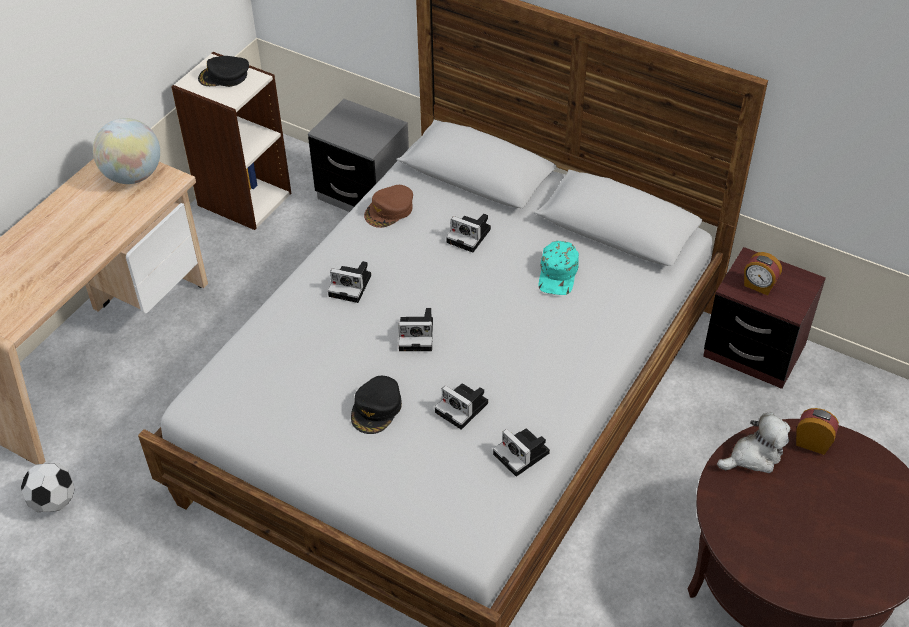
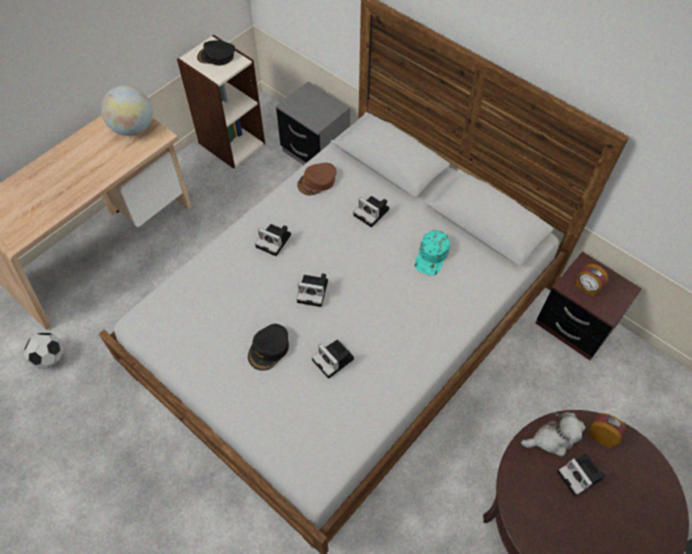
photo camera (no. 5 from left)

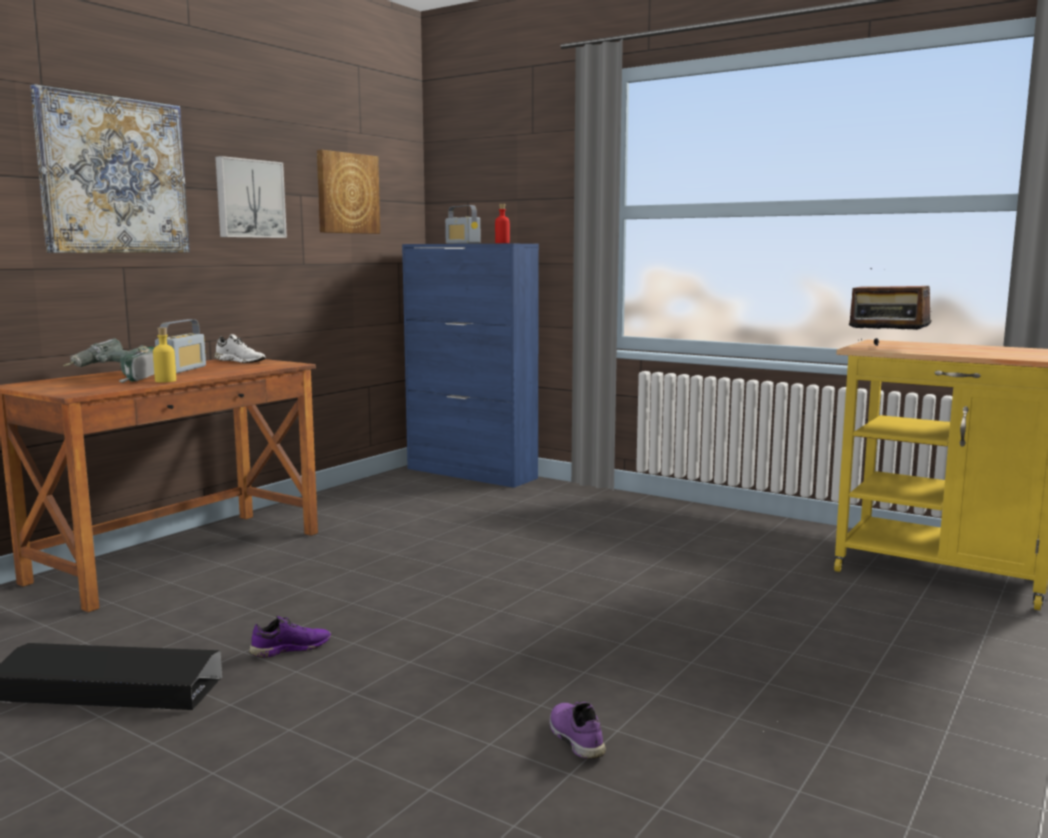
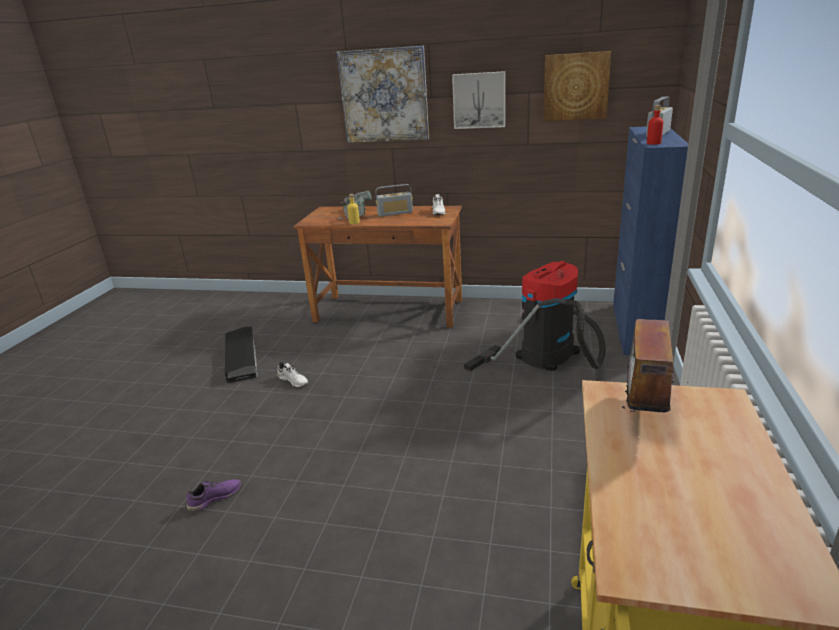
white shoe (no. 1 from left)
vacuum cleaner

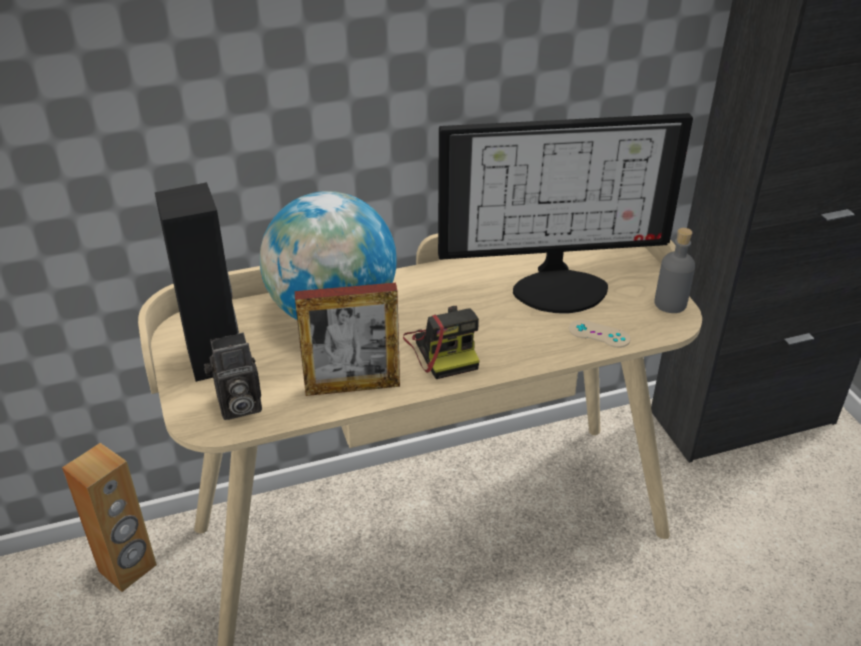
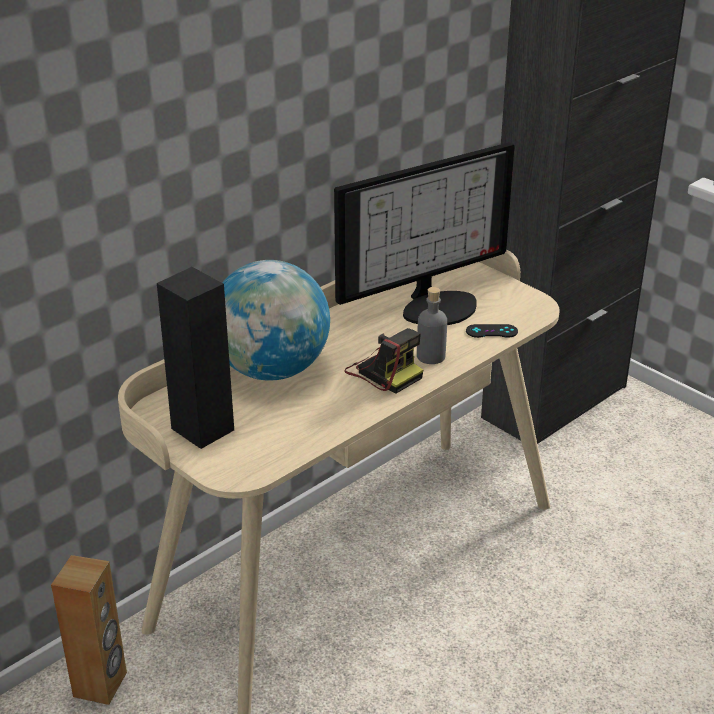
photo camera (no. 1 from left in the first image)
picture frame
black game controller
grey bottle

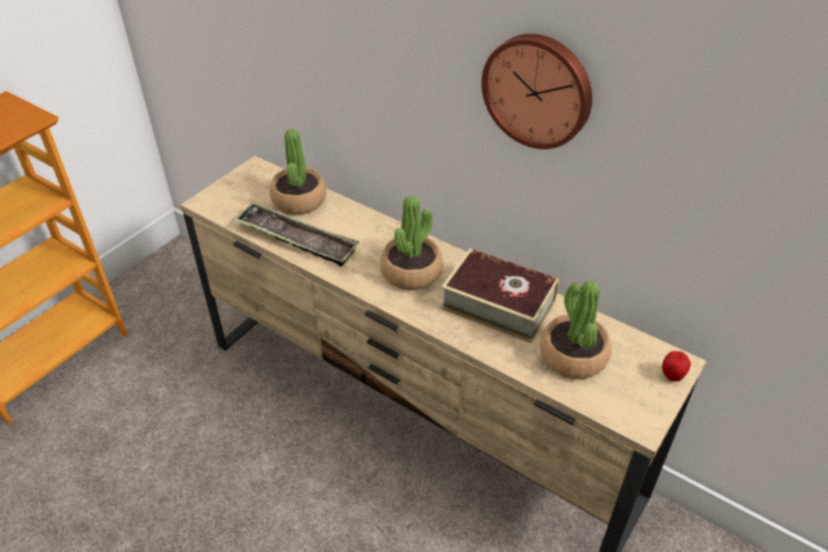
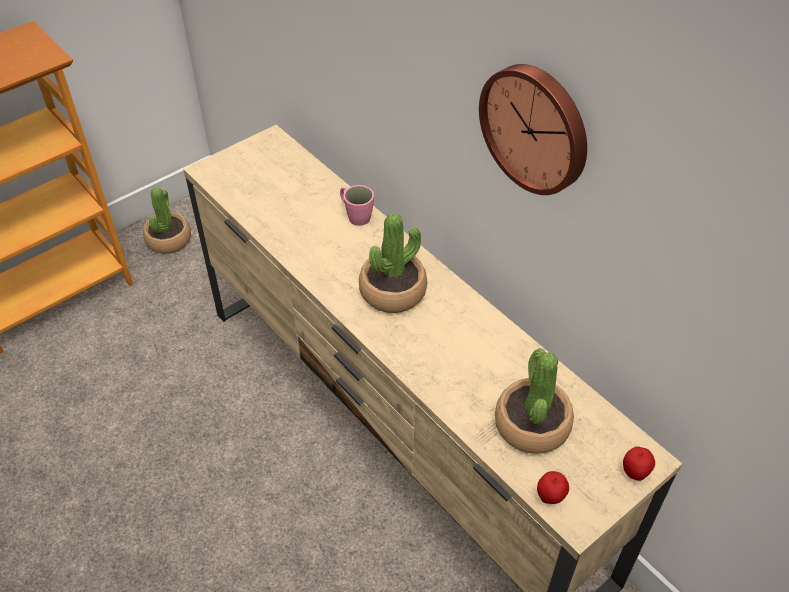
tray
potted plant (no. 1 from left)
book
pink mug
apple (no. 1 from left)

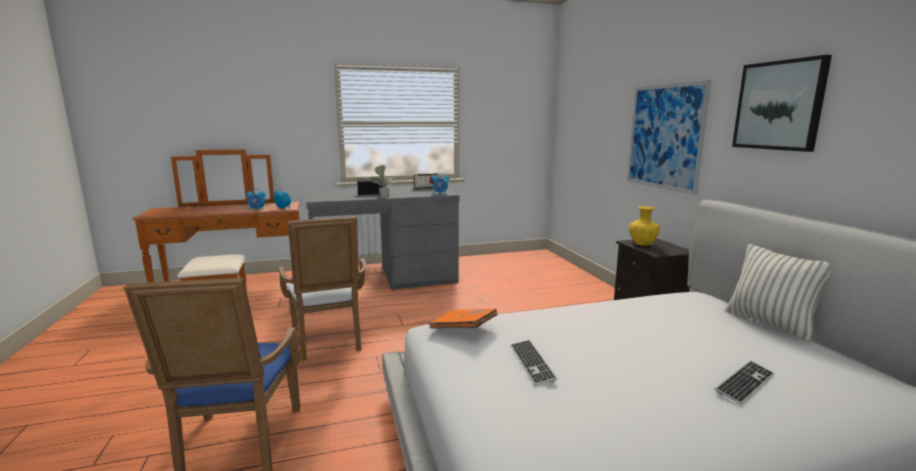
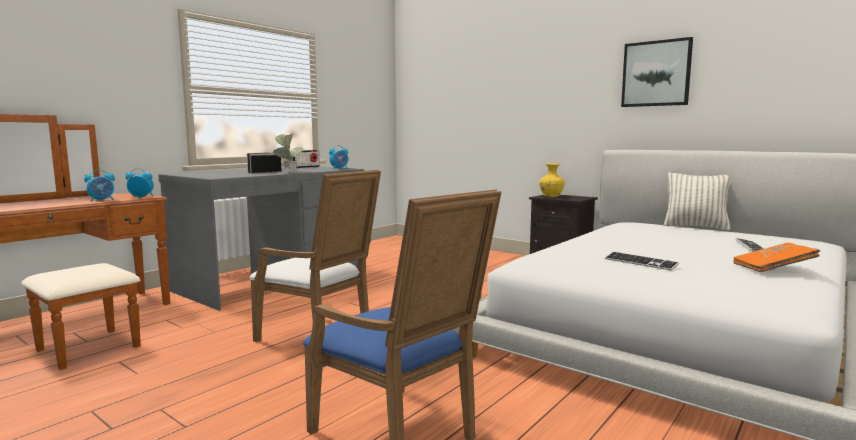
orange book
picture (no. 1 from left in the first image)

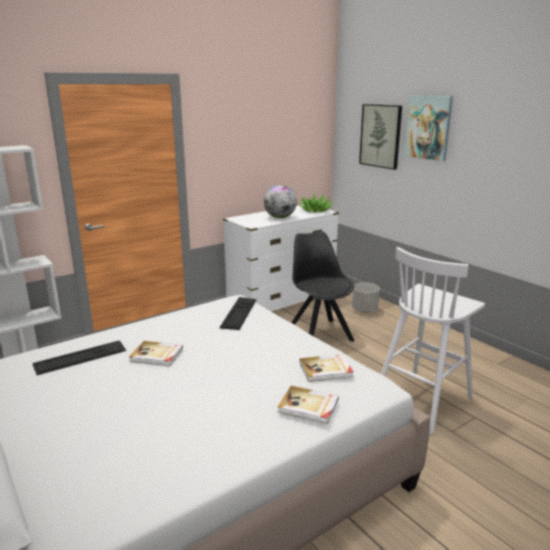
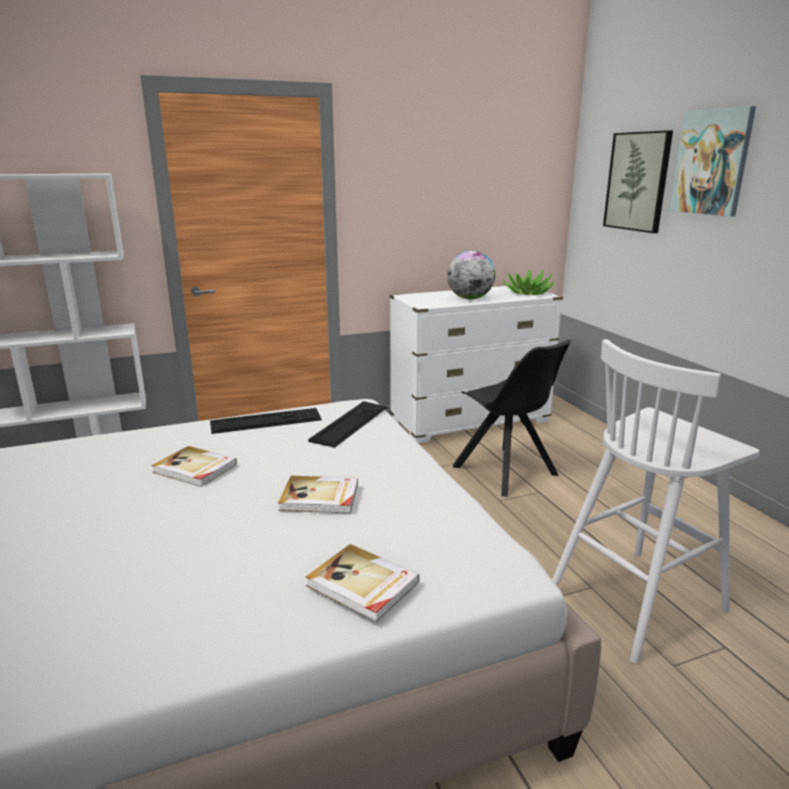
keyboard (no. 1 from left)
black chair
book (no. 2 from left)
grey planter

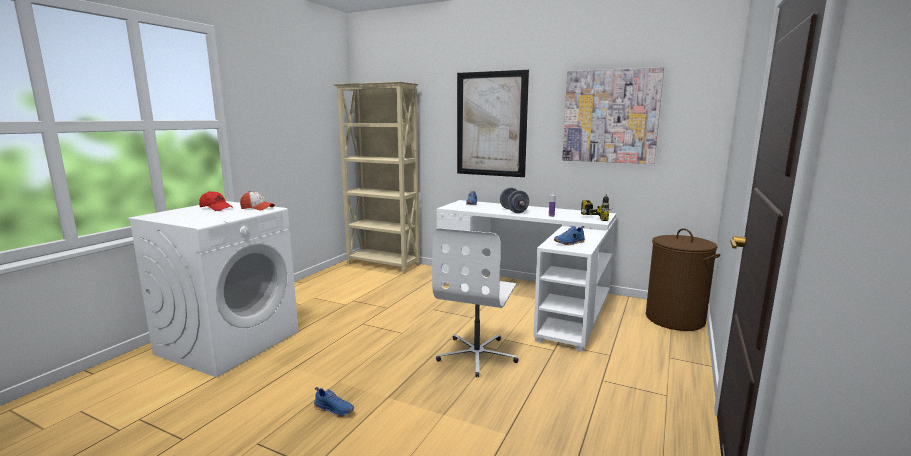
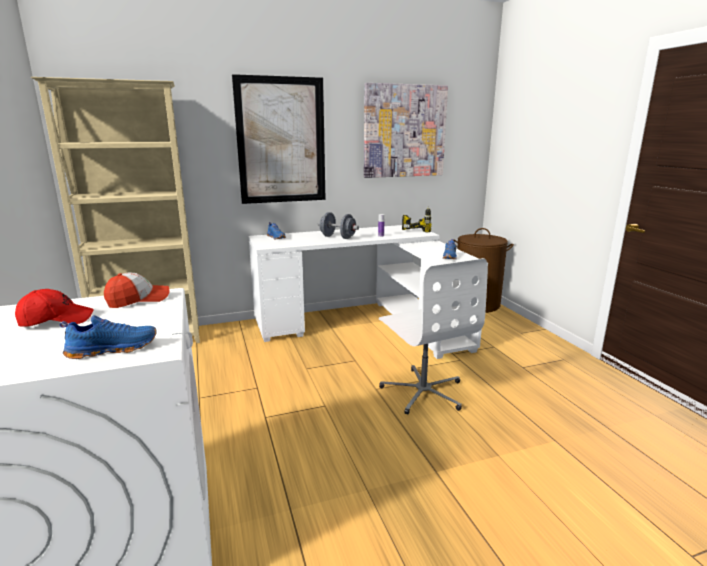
blue shoe (no. 1 from left)

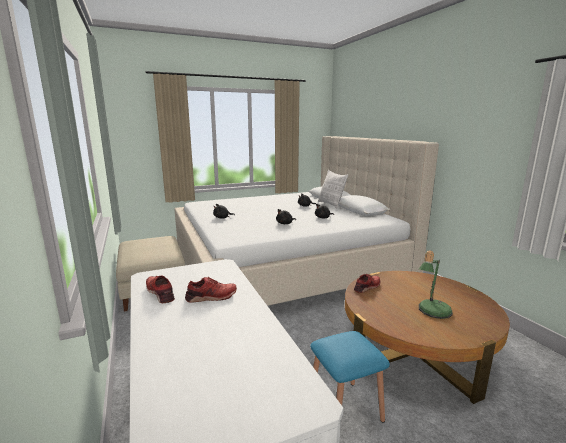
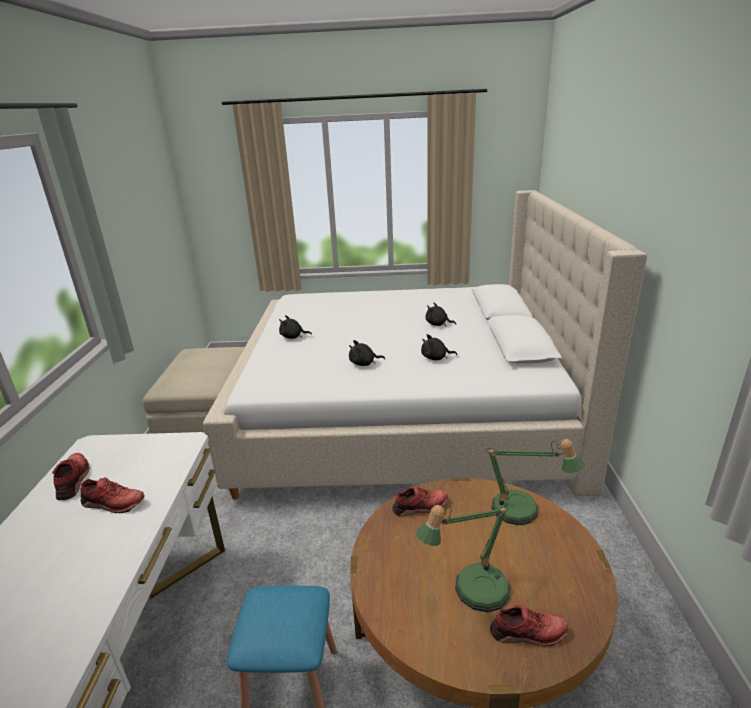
pillow
table lamp (no. 2 from left)
red shoe (no. 4 from left)

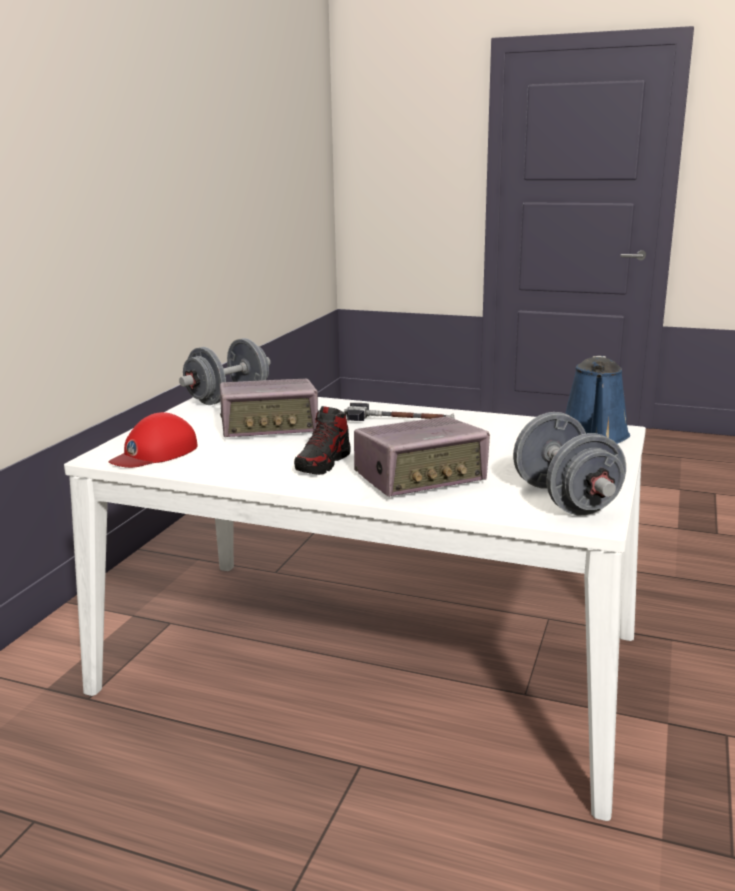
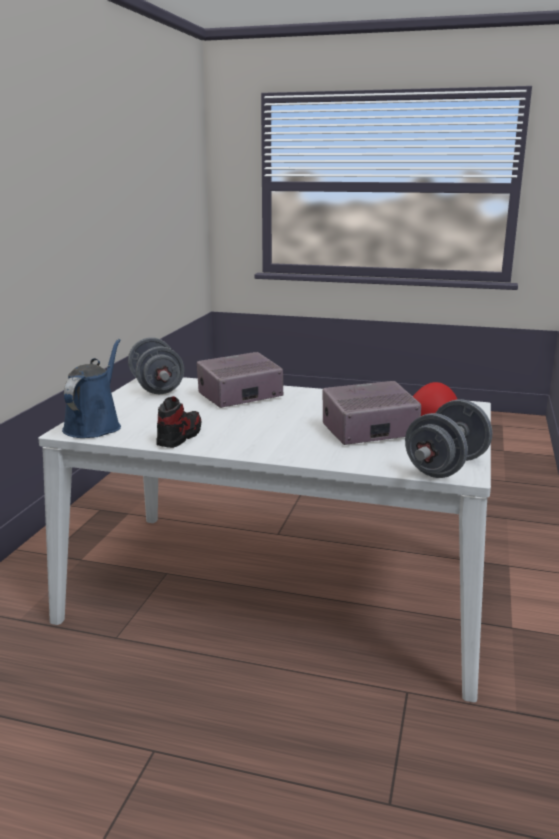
shoe
hammer

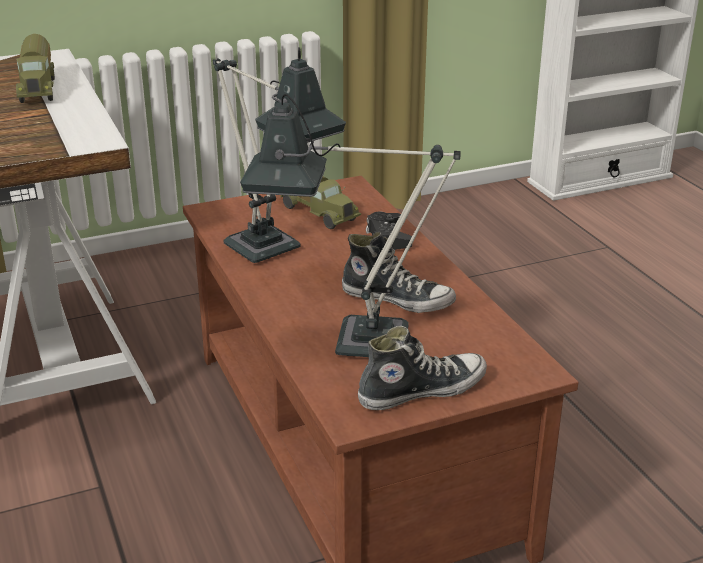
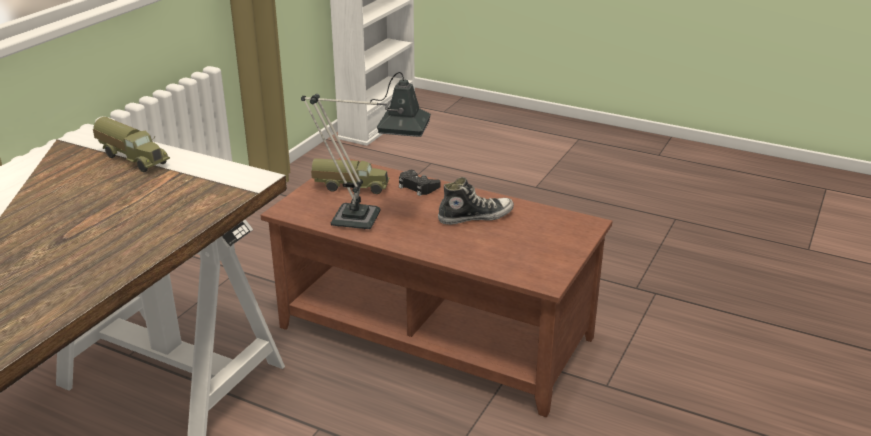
table lamp (no. 2 from left in the first image)
shoe (no. 2 from left in the first image)

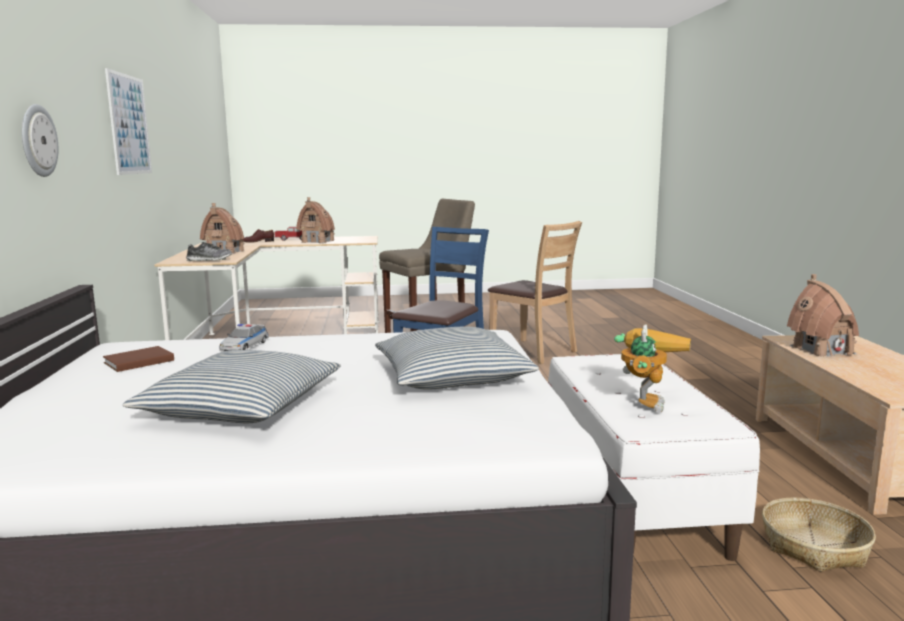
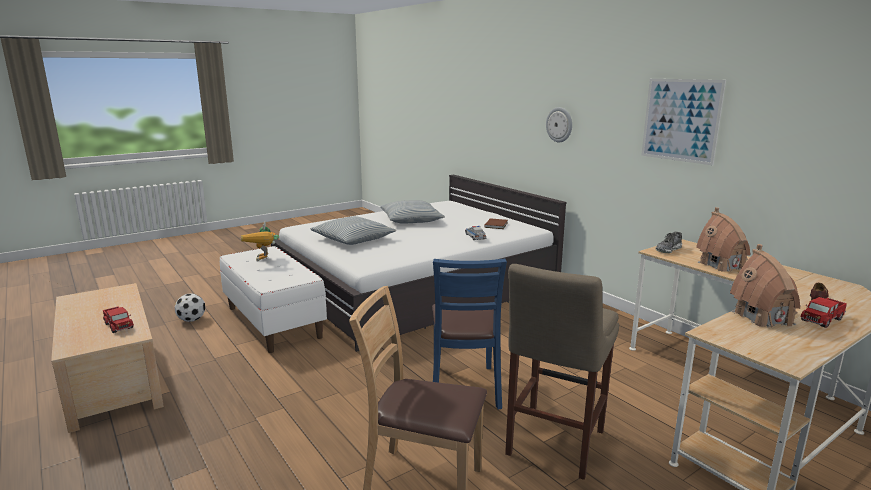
football
toy truck (no. 1 from left)

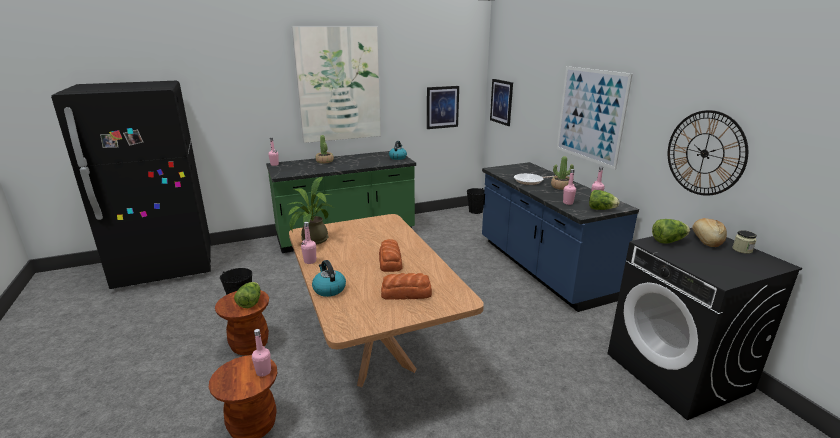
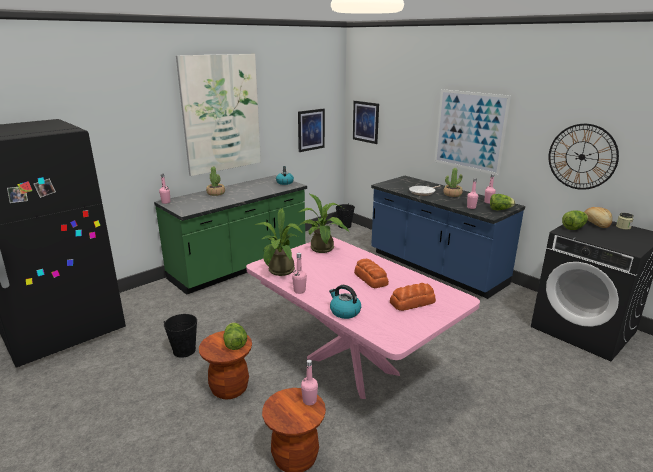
pink dining table
potted plant (no. 3 from left)

